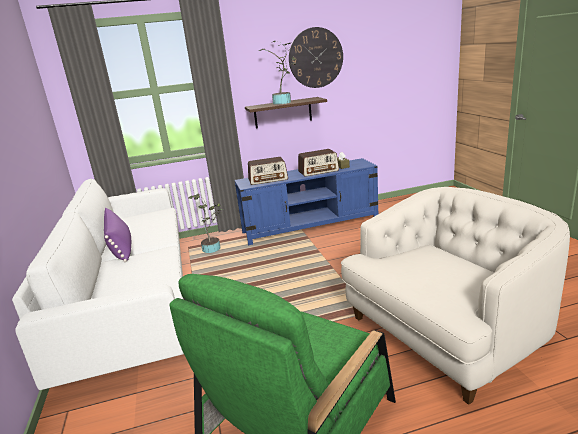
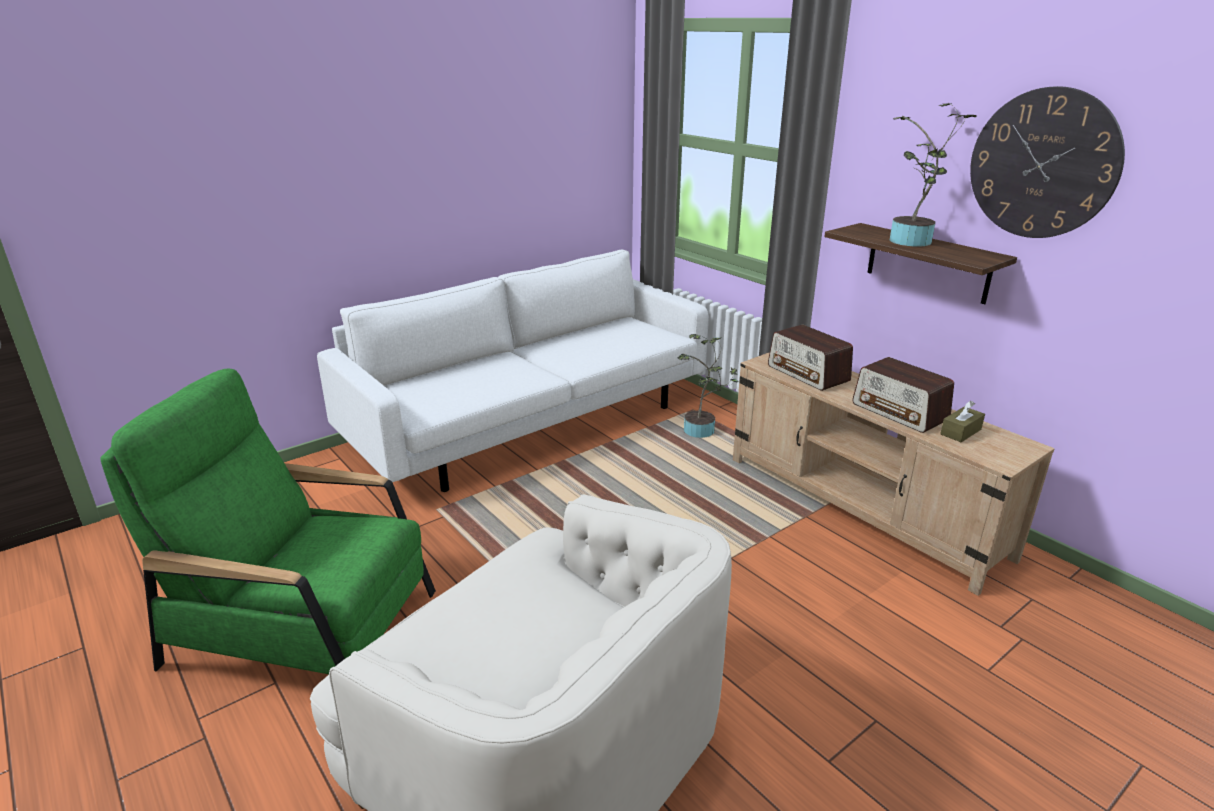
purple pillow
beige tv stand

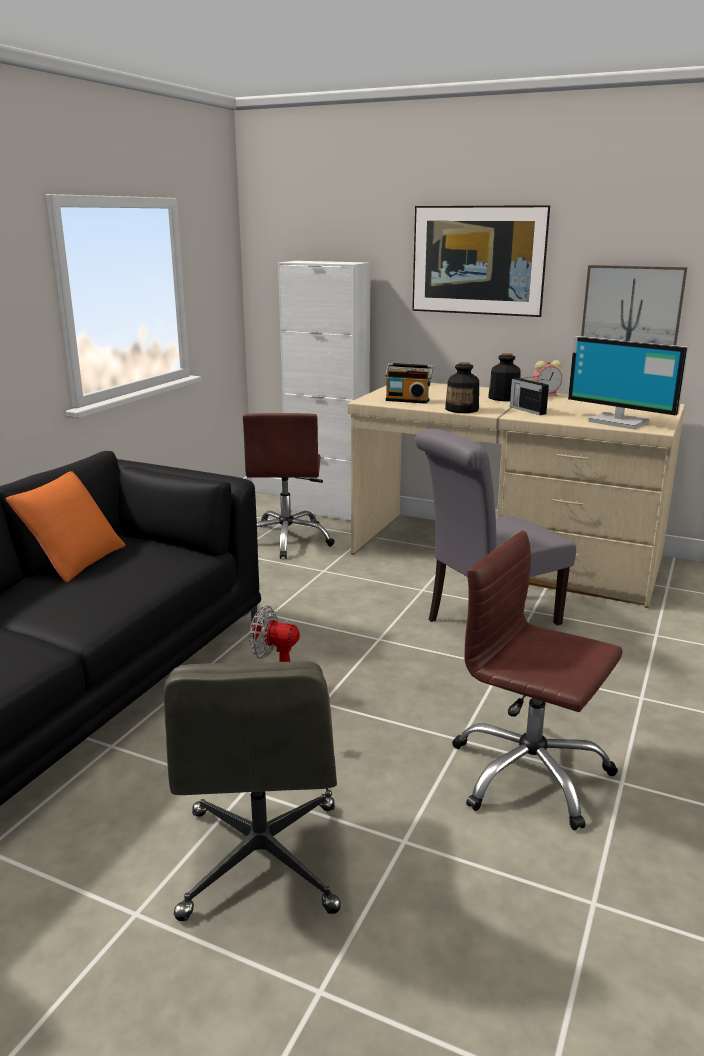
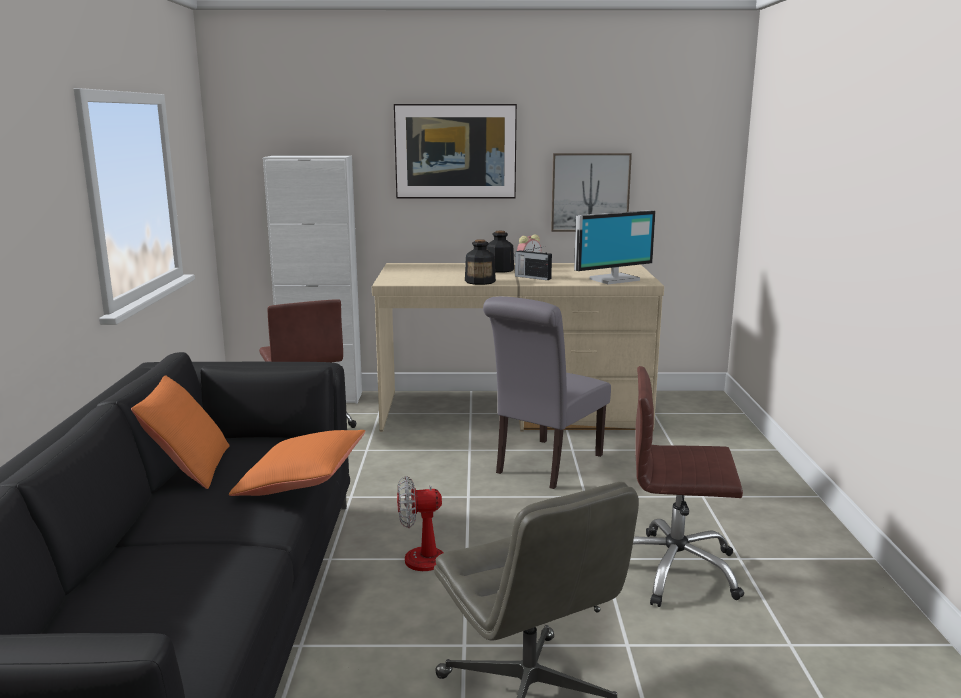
radio (no. 1 from left in the first image)
monitor
orange pillow (no. 2 from left)

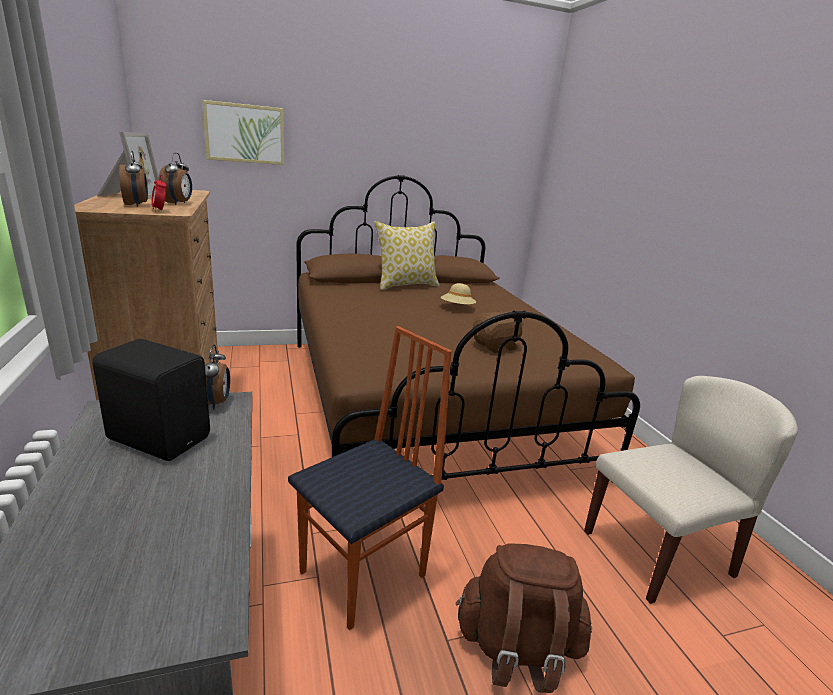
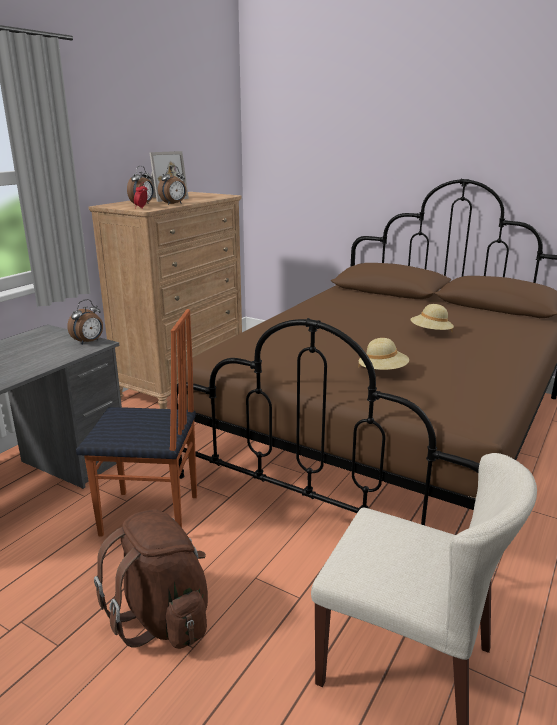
black speaker
picture
pillow
beige hat (no. 1 from left)

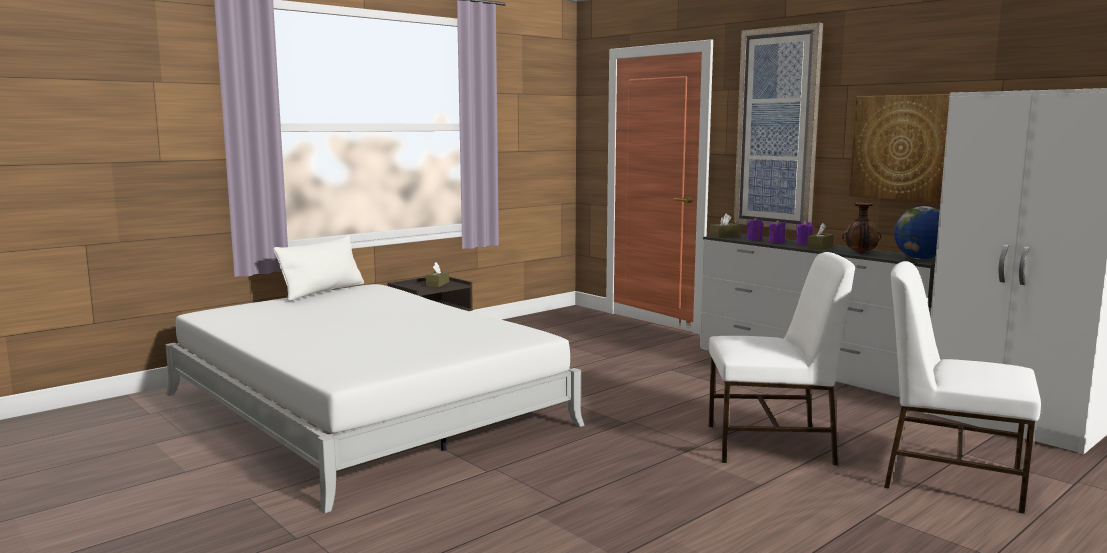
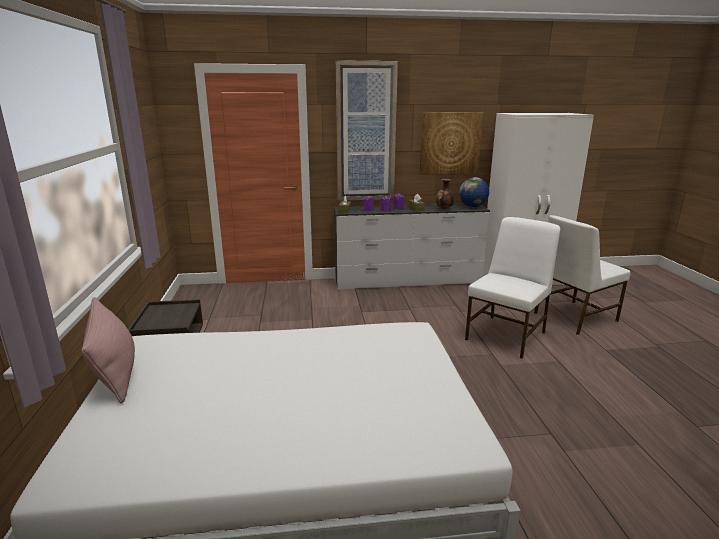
pink pillow
brown tissue box (no. 1 from left in the first image)

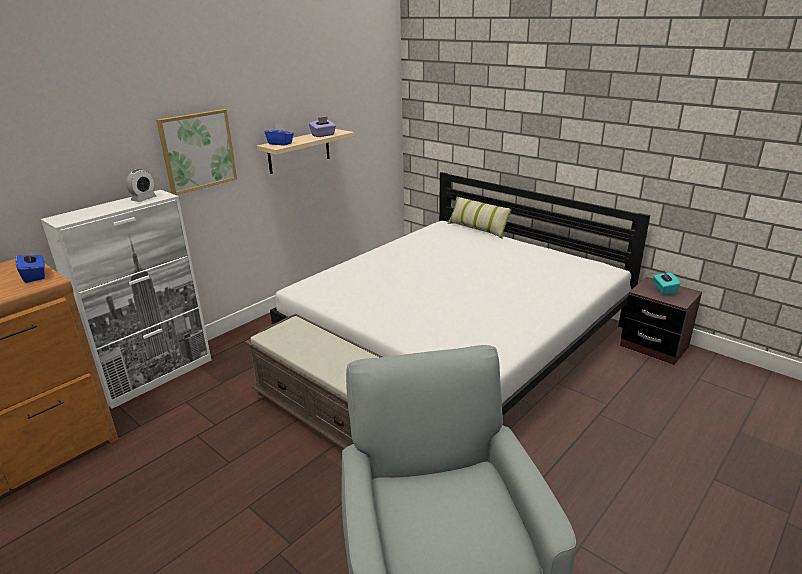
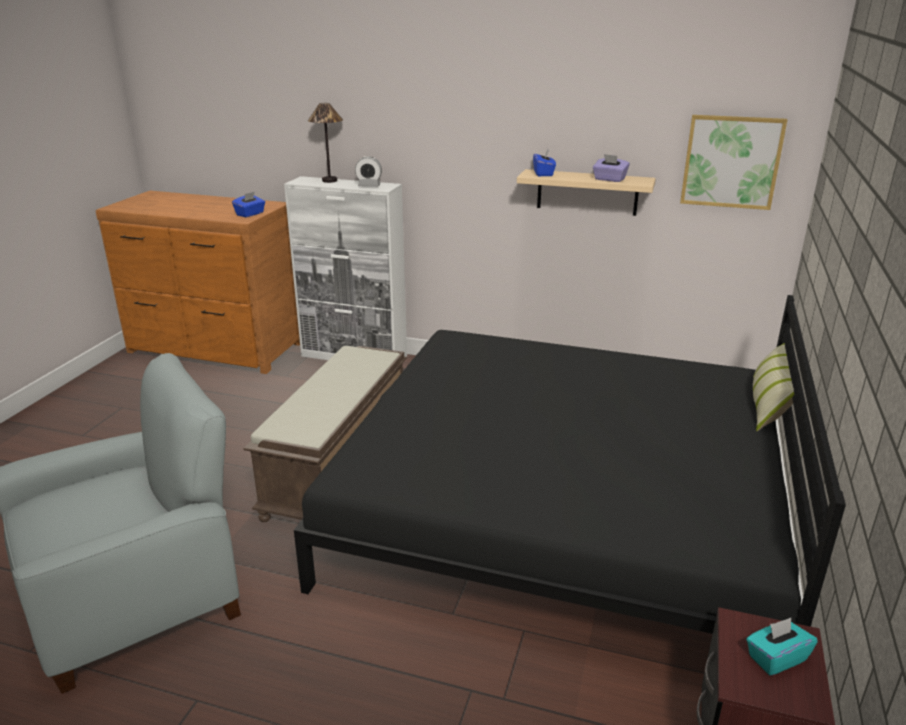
picture
black bed
table lamp

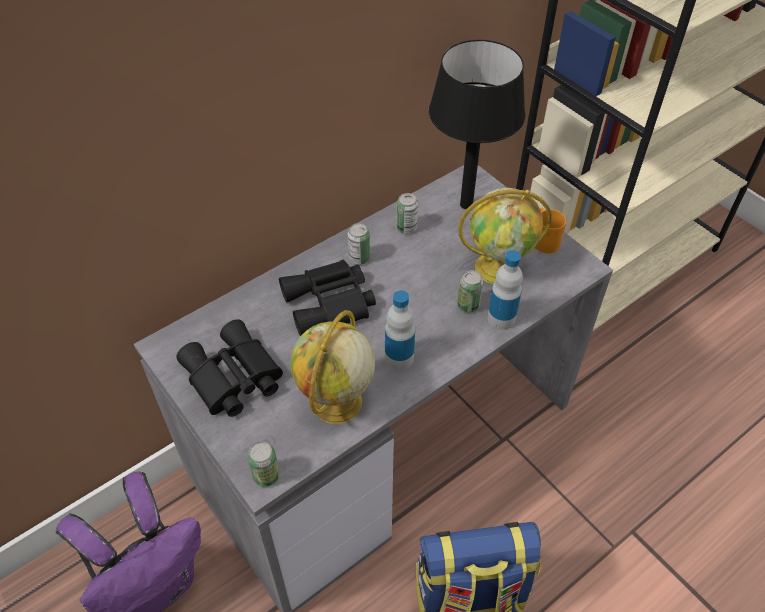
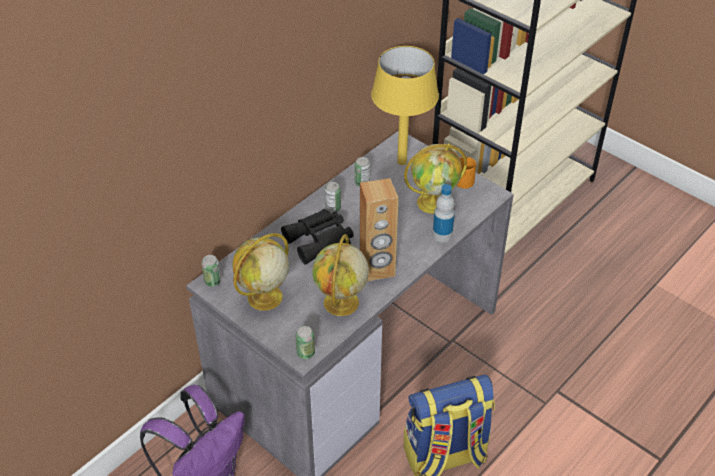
globe (no. 1 from left)
brown speaker
yellow table lamp
can (no. 1 from left)

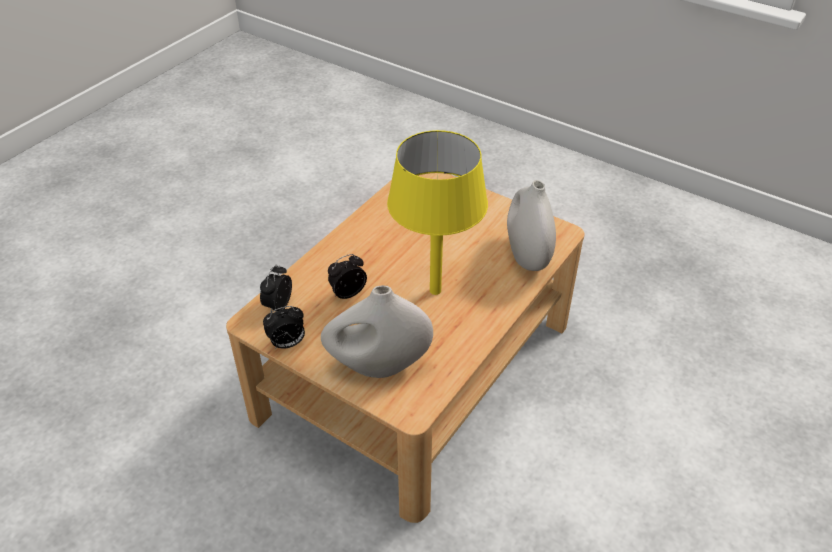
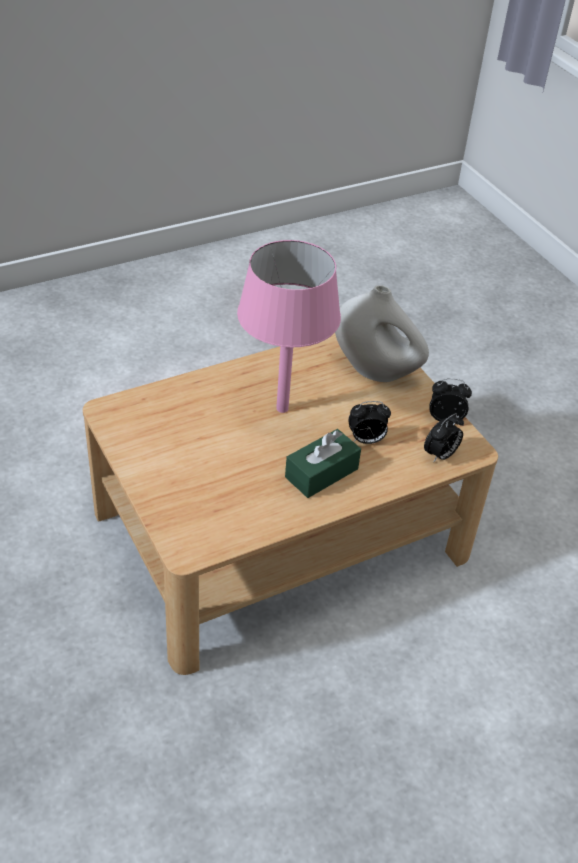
pink table lamp
white vase (no. 2 from left in the first image)
green tissue box

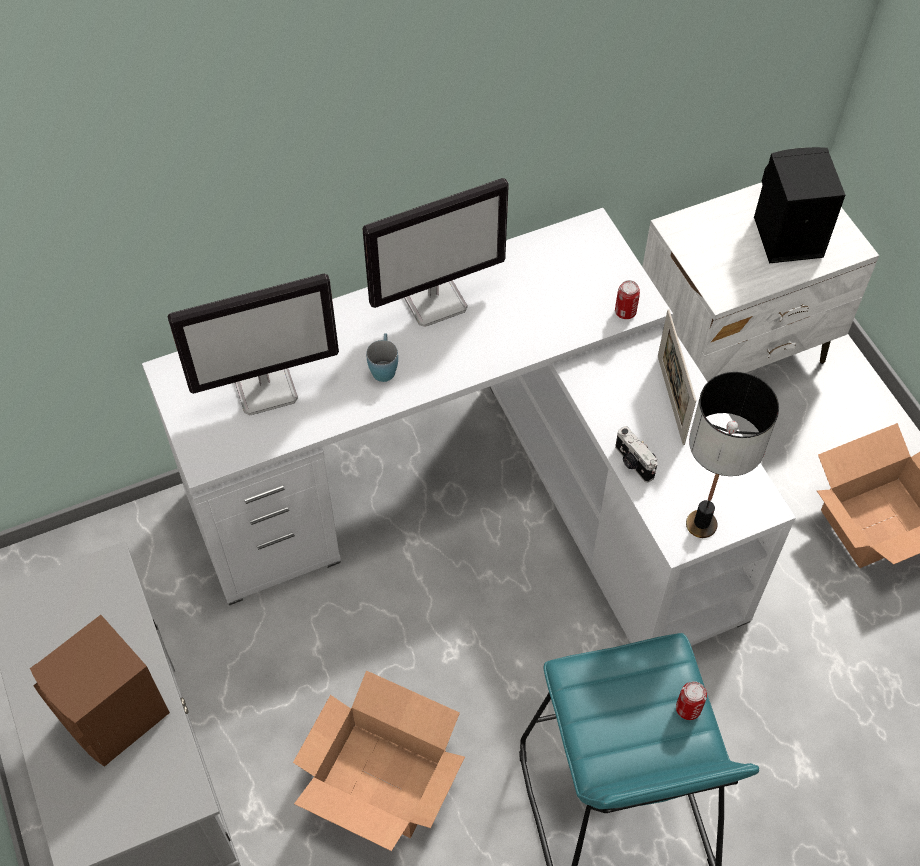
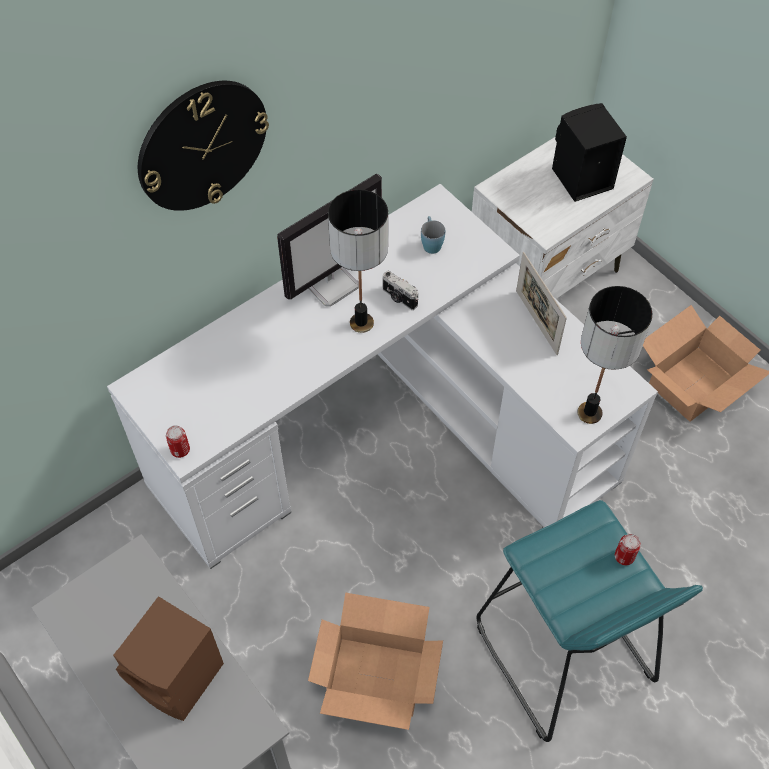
monitor (no. 1 from left in the first image)
blue mug
can (no. 1 from left)
photo camera
wall clock
table lamp (no. 1 from left)

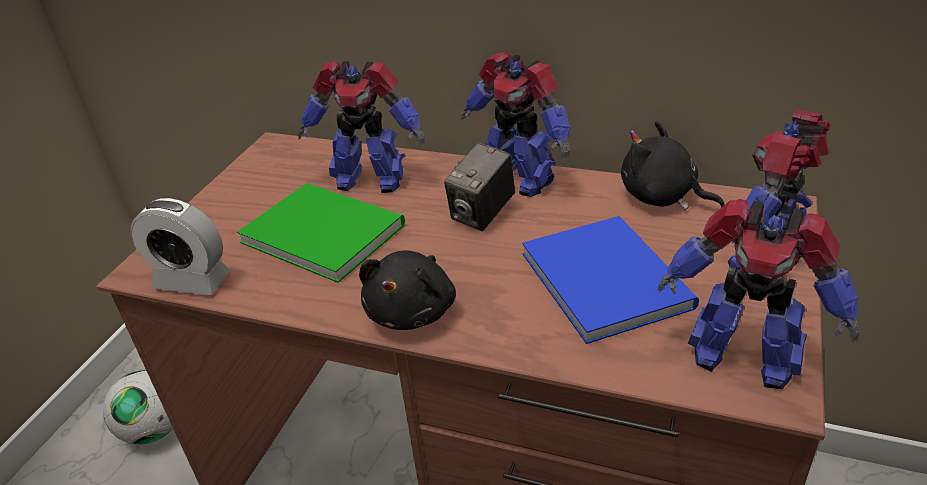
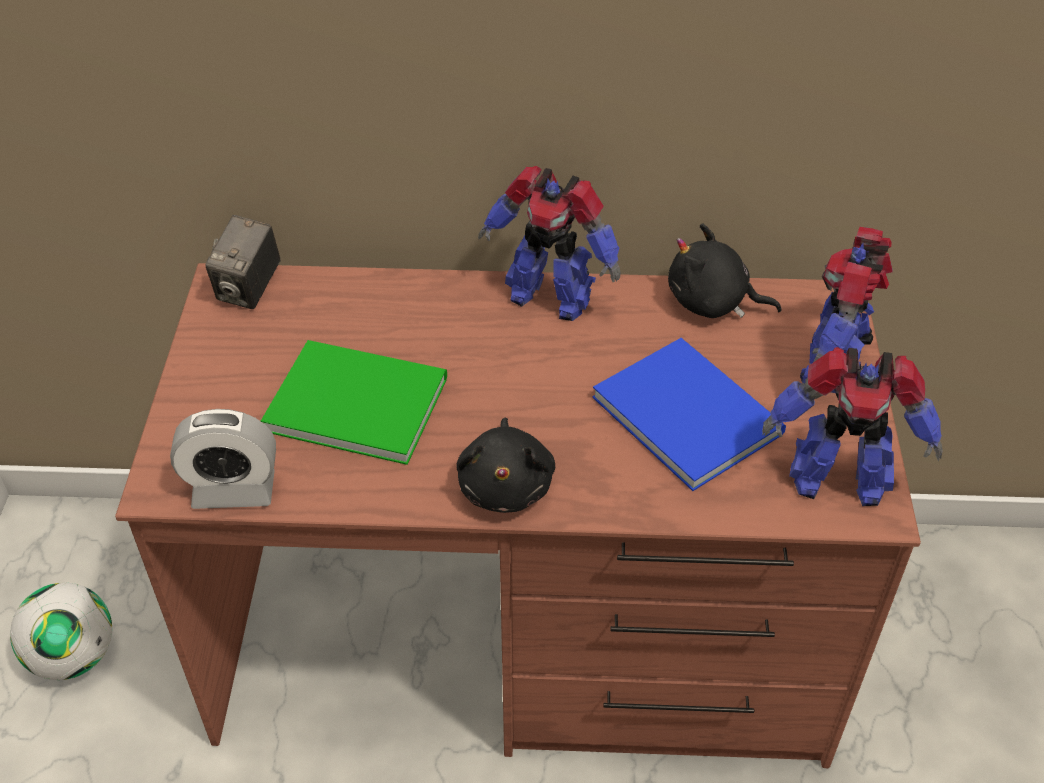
toy robot (no. 1 from left in the first image)
photo camera

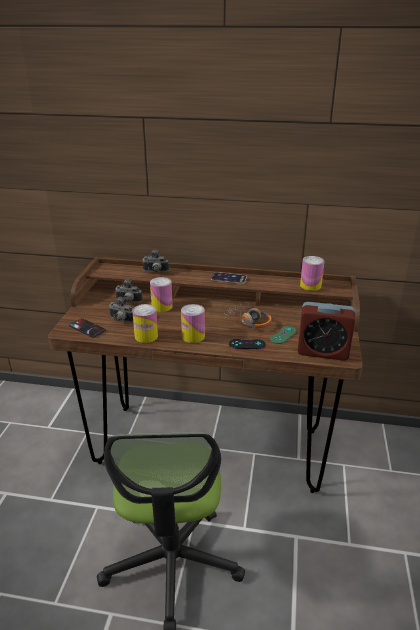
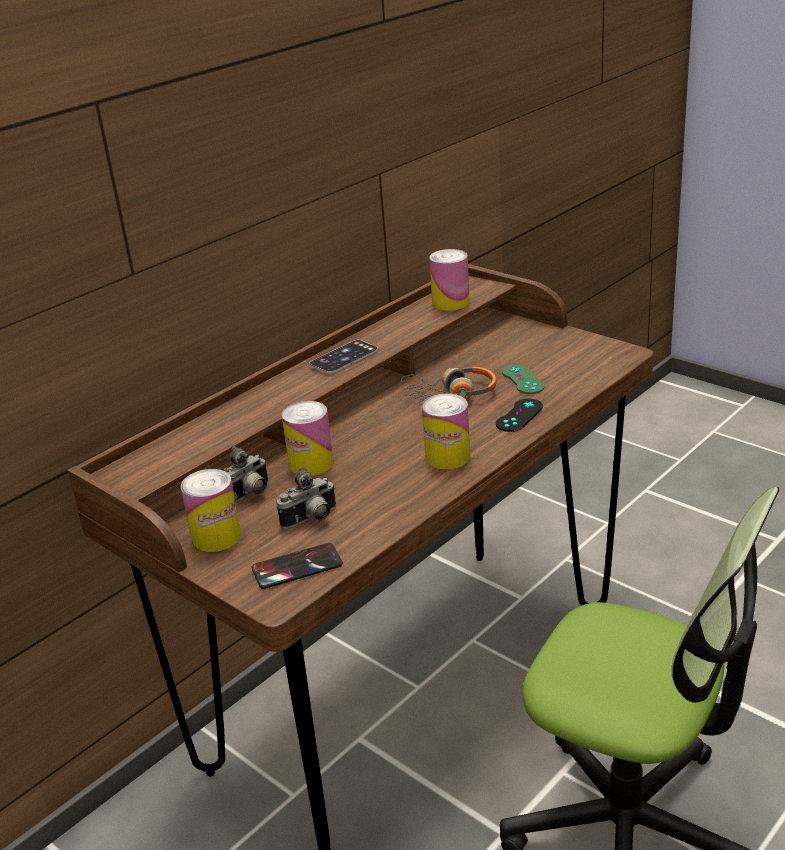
can (no. 1 from left)
photo camera (no. 3 from left in the first image)
alarm clock

